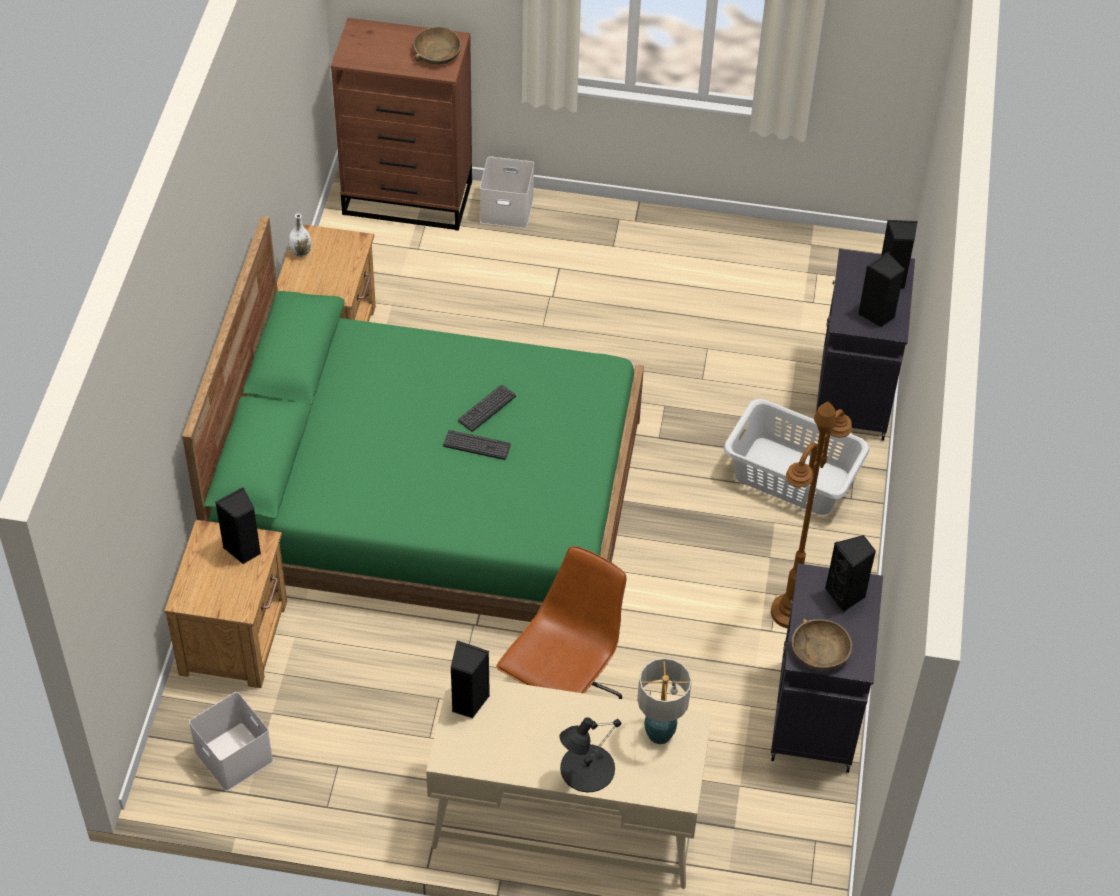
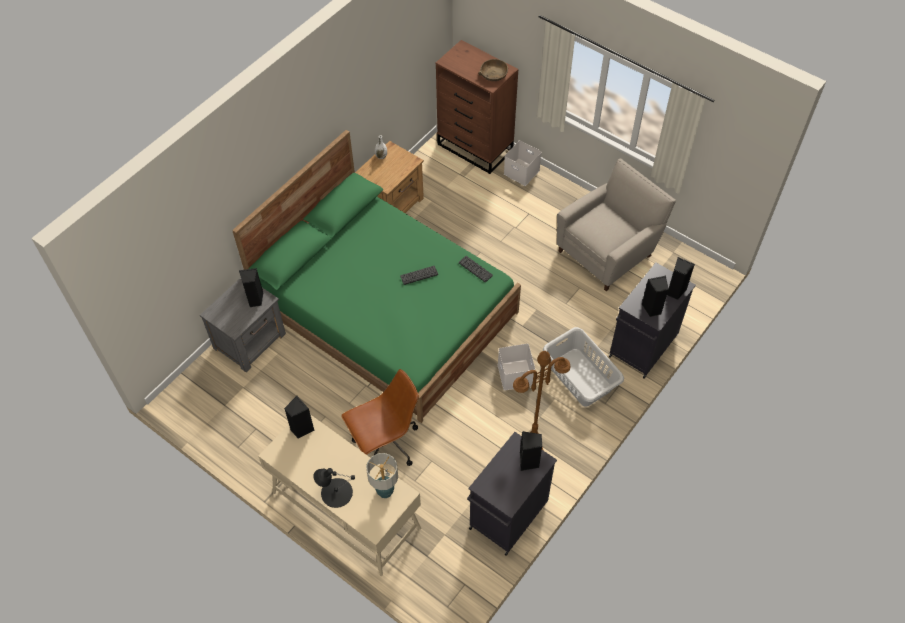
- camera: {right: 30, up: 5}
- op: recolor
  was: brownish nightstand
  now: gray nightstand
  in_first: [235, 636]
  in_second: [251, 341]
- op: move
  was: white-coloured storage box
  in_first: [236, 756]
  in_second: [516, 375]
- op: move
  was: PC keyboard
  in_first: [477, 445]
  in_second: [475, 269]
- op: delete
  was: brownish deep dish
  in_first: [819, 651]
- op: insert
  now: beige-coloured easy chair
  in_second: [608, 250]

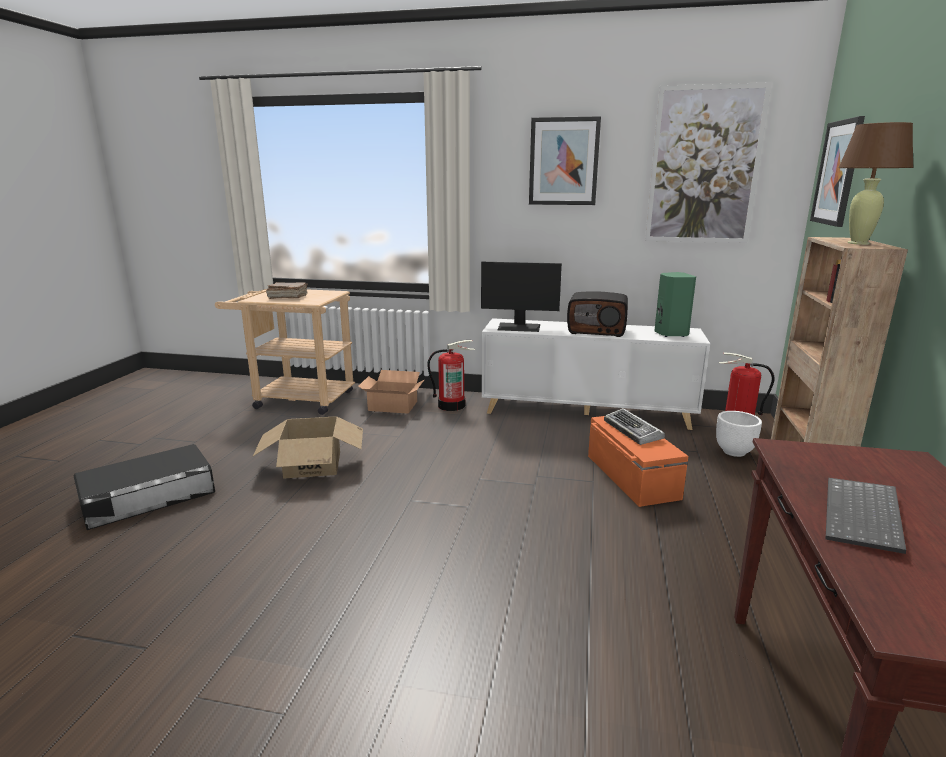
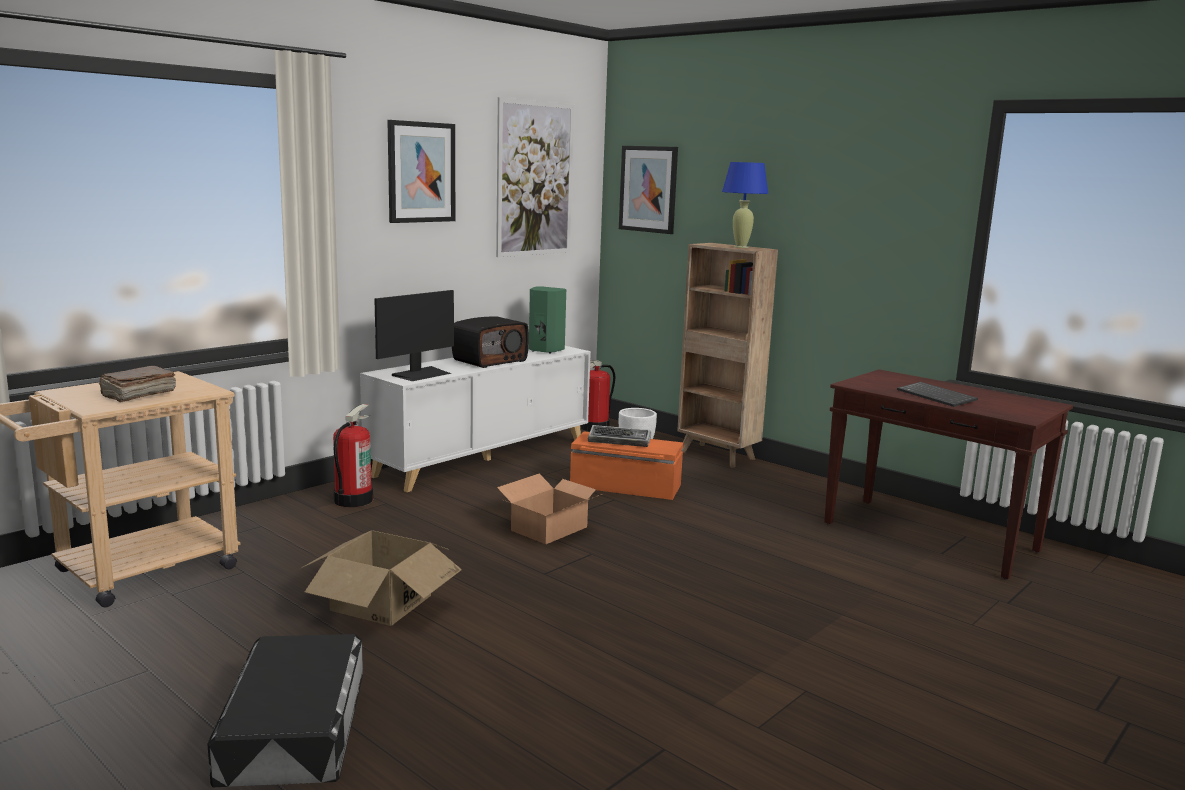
- camera: {right: -60, up: -5}
- op: move
  was: carton
  in_first: [393, 406]
  in_second: [550, 529]
- op: recolor
  was: brownish table lamp
  now: bluish table lamp
  in_first: [858, 243]
  in_second: [740, 247]

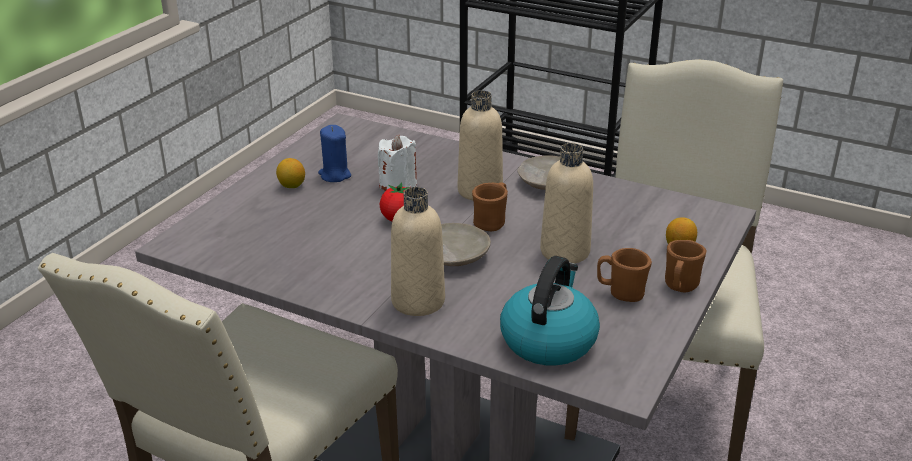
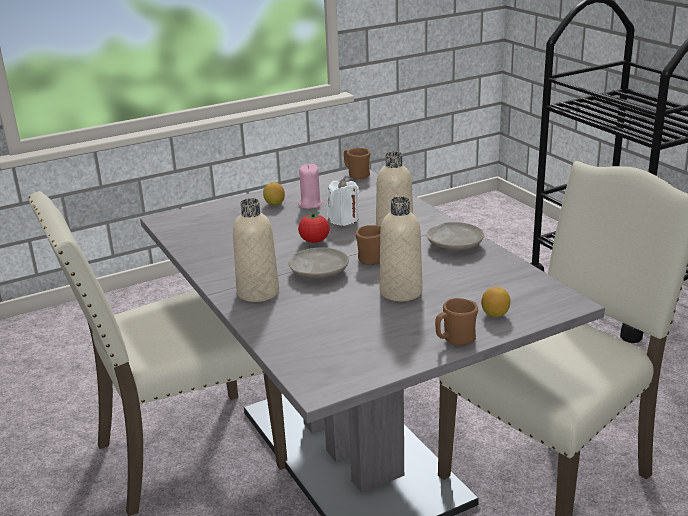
- camera: {right: 35, up: -5}
- op: recolor
  was: bluish wax candle
  now: pink-coloured wax candle
  in_first: [335, 175]
  in_second: [310, 204]
- op: delete
  was: tea kettle
  in_first: [548, 340]
- op: move
  was: brownish mug
  in_first: [621, 293]
  in_second: [356, 175]

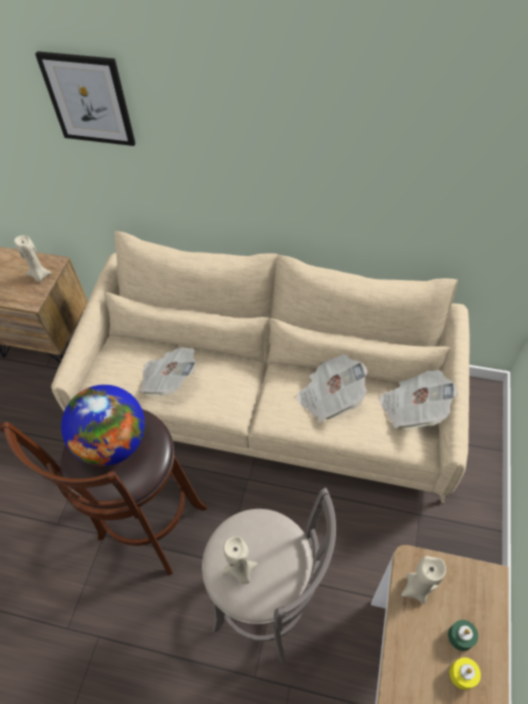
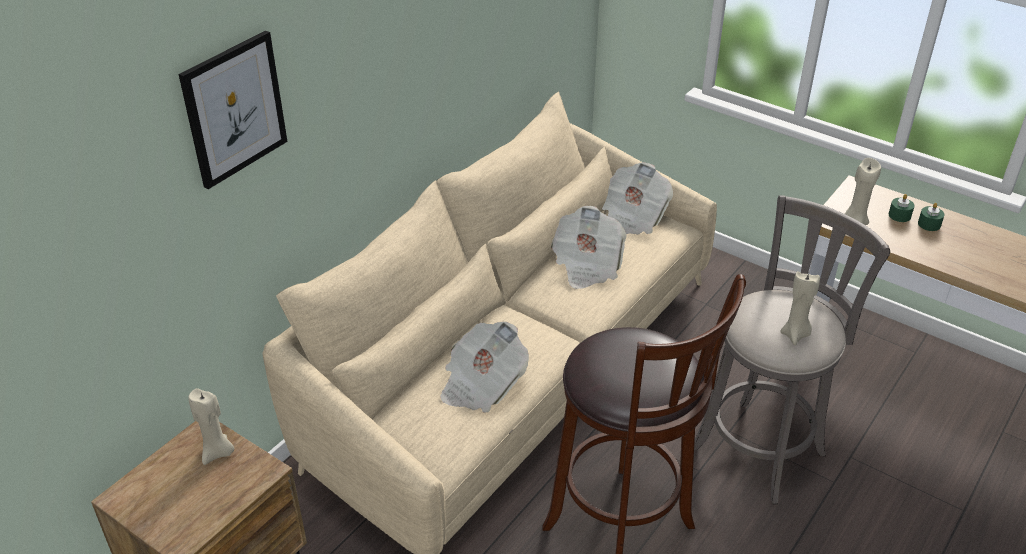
- camera: {right: -70, up: -15}
- op: delete
  was: desk globe
  in_first: [113, 443]
- op: recolor
  was: yellowish wax candle
  now: green wax candle
  in_first: [462, 674]
  in_second: [929, 224]

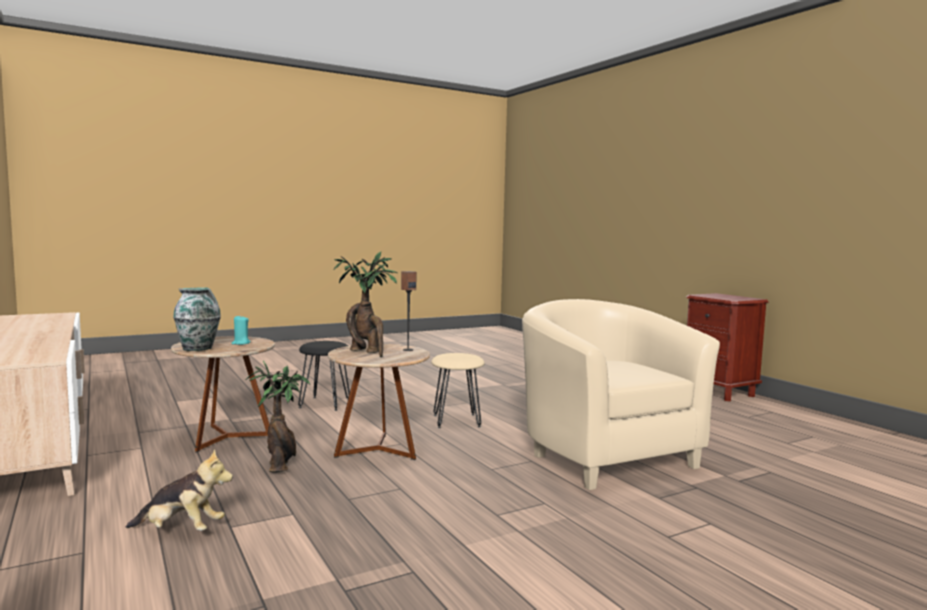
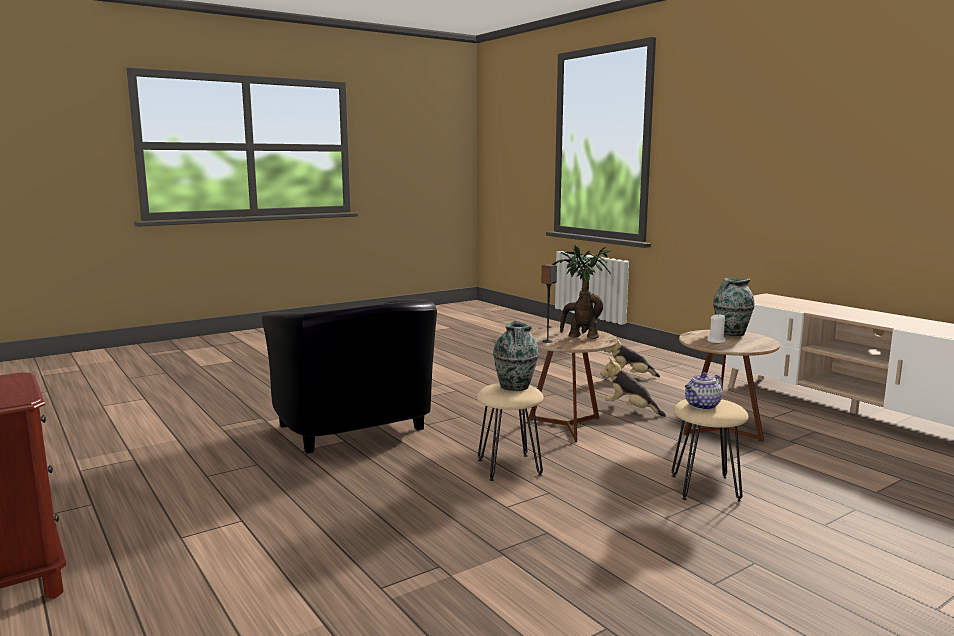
- camera: {right: 175, up: 5}
- op: recolor
  was: turquoise-coloured wax candle
  now: white-coloured wax candle
  in_first: [241, 343]
  in_second: [716, 341]
- op: replace
  was: plant in a pot
  now: cuddly toy
  in_first: [281, 466]
  in_second: [630, 410]
- op: recolor
  was: black-coloured stool
  now: beige-coloured stool
  in_first: [325, 403]
  in_second: [705, 488]
- op: recolor
  was: beige-coloured easy chair
  now: black-coloured easy chair
  in_first: [604, 455]
  in_second: [357, 432]
- op: insert
  now: decorative vase
  in_second: [515, 387]
- op: insert
  now: pot for tea
  in_second: [702, 406]

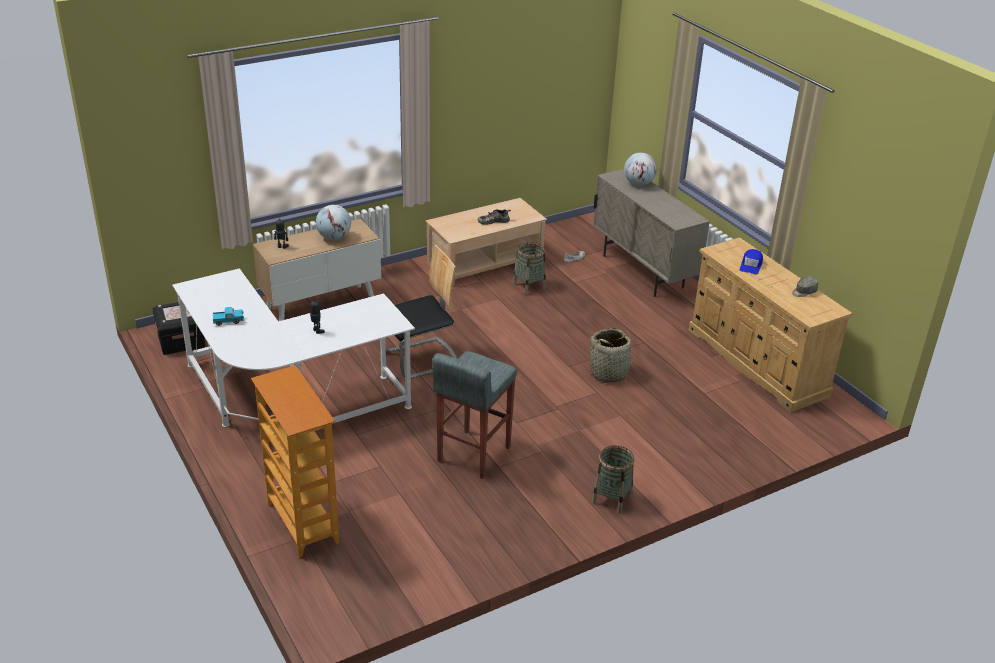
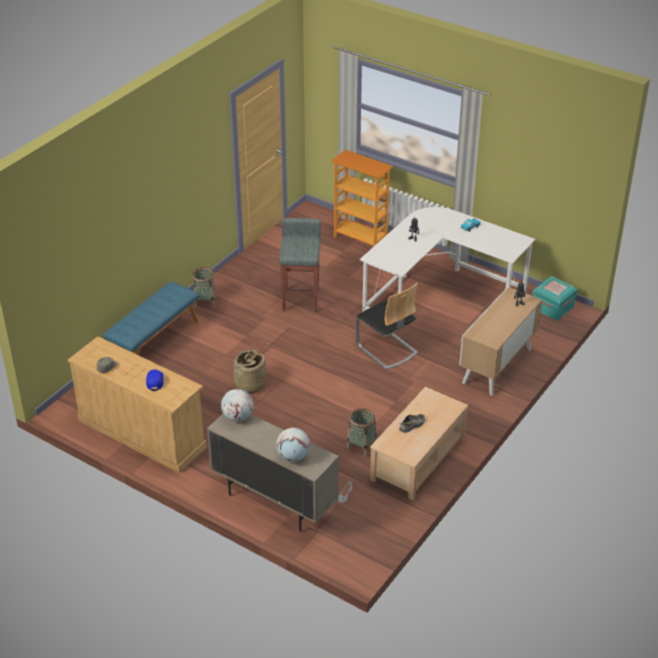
- camera: {right: 155, up: 5}
- op: recolor
  was: black-coloured storage box
  now: turquoise-coloured storage box
  in_first: [181, 340]
  in_second: [552, 307]
- op: move
  was: desk globe
  in_first: [334, 237]
  in_second: [238, 417]
- op: rotate
  was: plain chair
  in_first: [421, 359]
  in_second: [386, 349]
  clockwise: -75
- op: insert
  now: bluish indoor bench
  in_second: [154, 341]

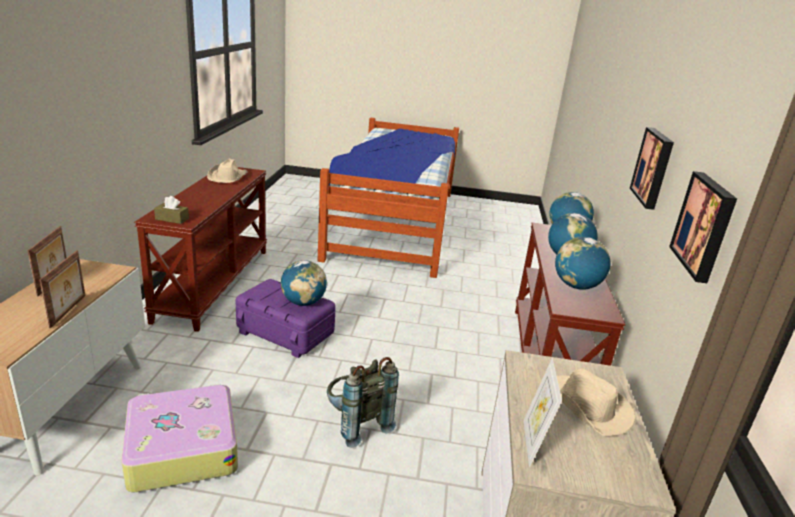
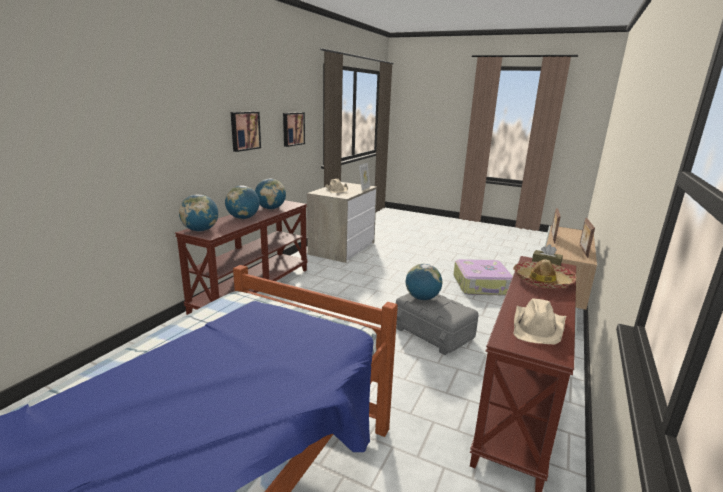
- camera: {right: -160, up: -5}
- op: recolor
  was: purple storage box
  now: gray storage box
  in_first: [286, 332]
  in_second: [433, 333]
- op: delete
  was: gray rucksack
  in_first: [356, 424]
- op: insert
  now: clothing hat
  in_second: [542, 281]

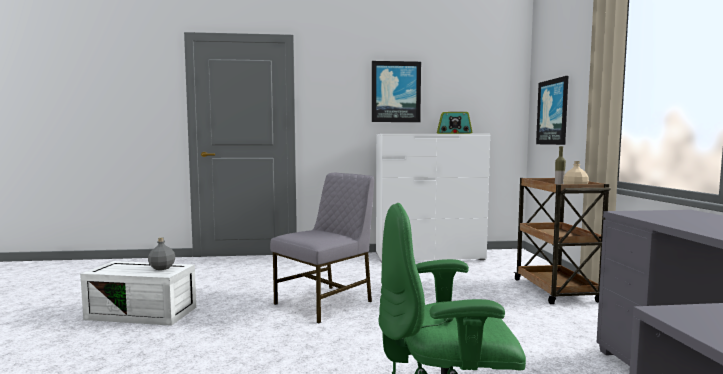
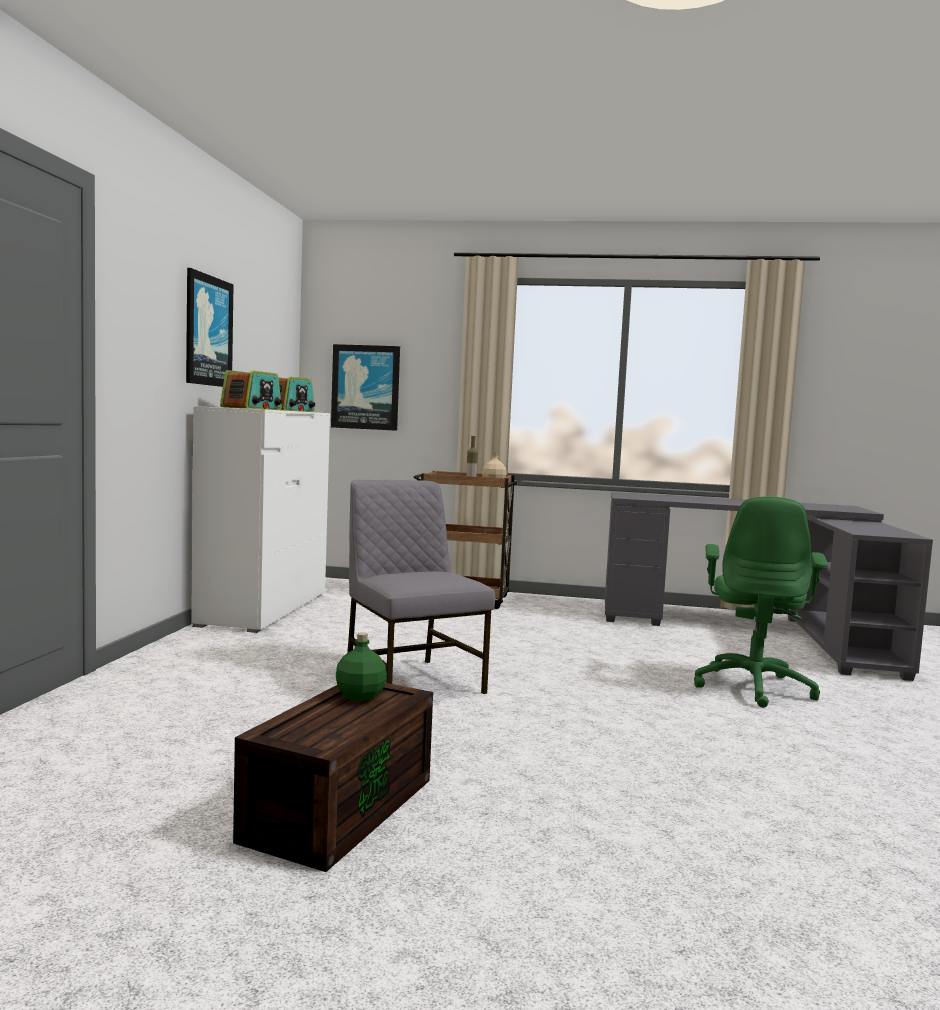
- camera: {right: -75, up: 0}
- op: recolor
  was: white-coloured storage box
  now: brownish storage box
  in_first: [144, 313]
  in_second: [339, 807]
- op: recolor
  was: gray drink bottle
  now: green drink bottle
  in_first: [162, 268]
  in_second: [360, 695]
- op: insert
  now: radio
  in_second: [252, 408]

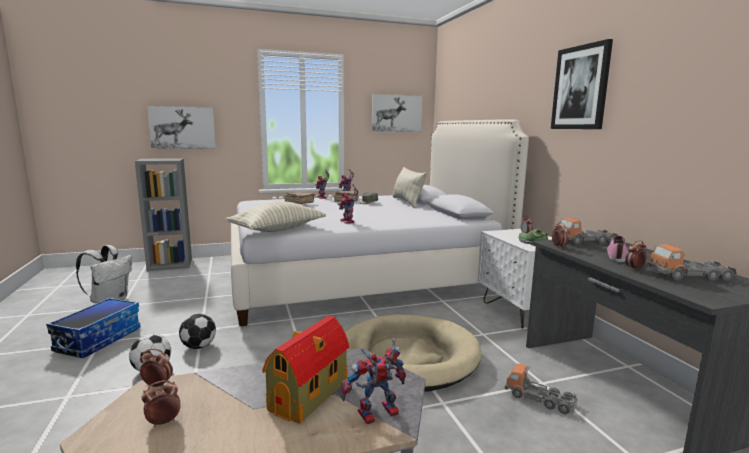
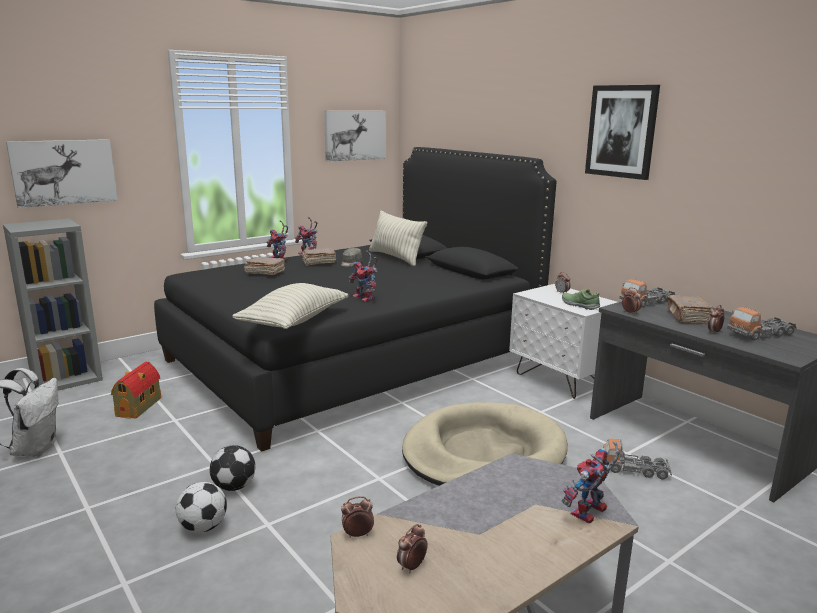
- camera: {right: -20, up: 5}
- op: delete
  was: storage box
  in_first: [98, 339]
- op: recolor
  was: white-coloured bed
  now: black-coloured bed
  in_first: [361, 276]
  in_second: [354, 359]
- op: move
  was: model house
  in_first: [310, 394]
  in_second: [139, 406]
- op: replace
  was: low shoe
  now: brownish bound book
  in_first: [617, 255]
  in_second: [688, 317]

